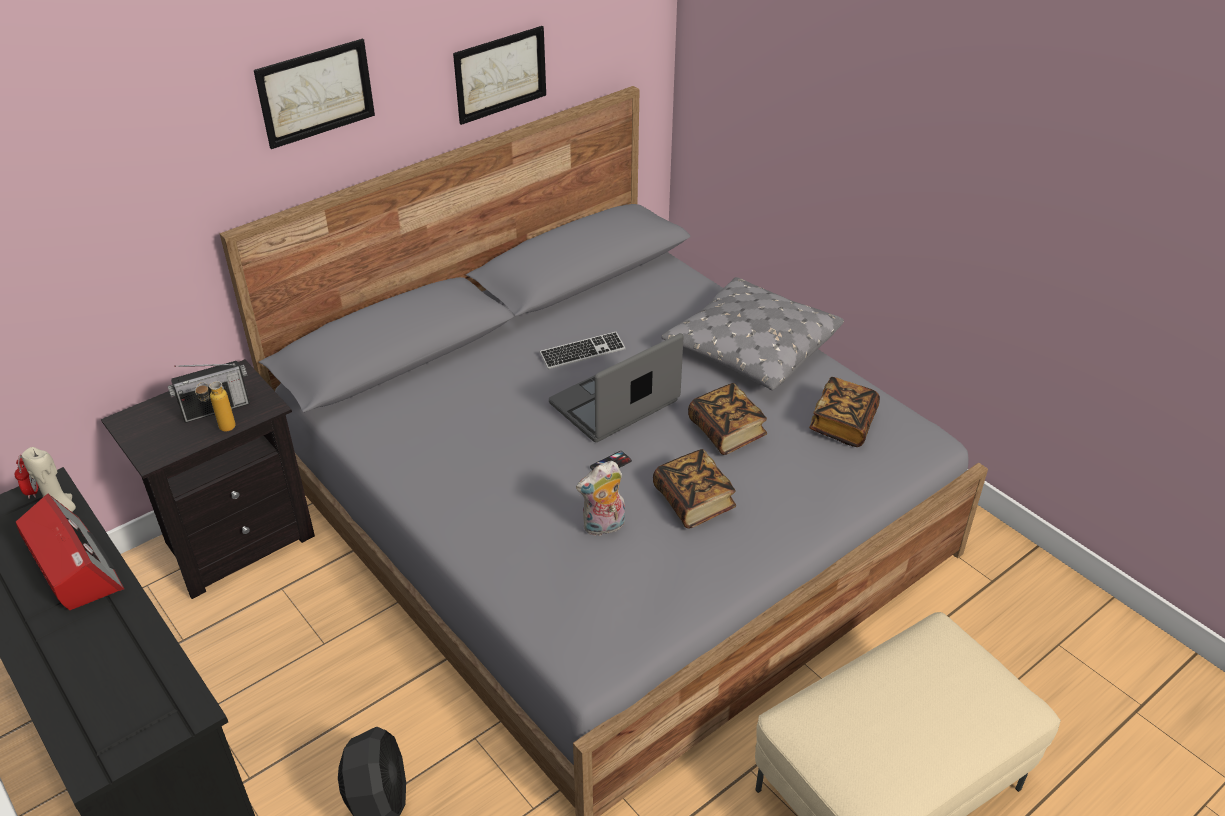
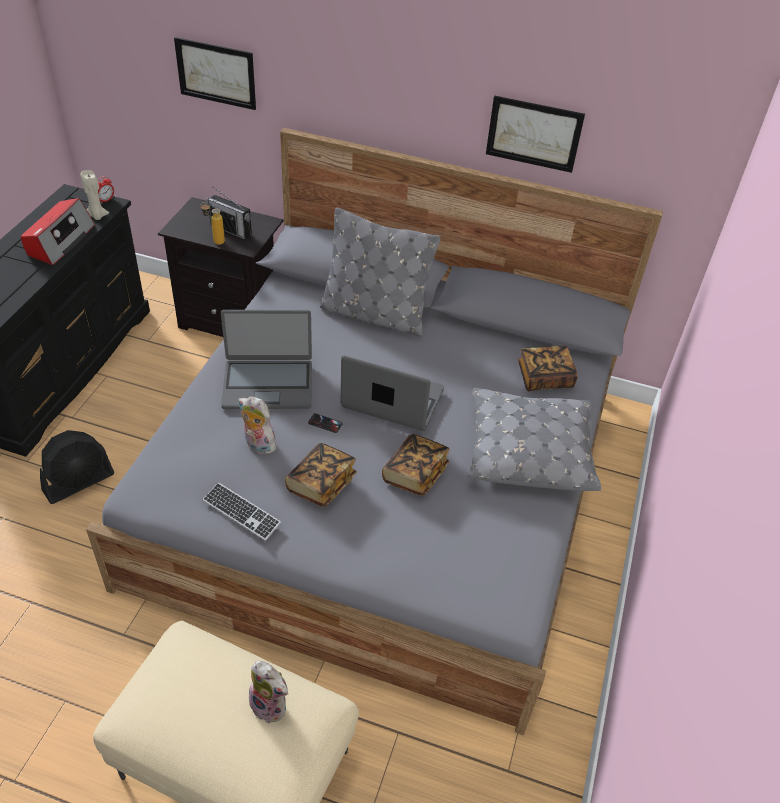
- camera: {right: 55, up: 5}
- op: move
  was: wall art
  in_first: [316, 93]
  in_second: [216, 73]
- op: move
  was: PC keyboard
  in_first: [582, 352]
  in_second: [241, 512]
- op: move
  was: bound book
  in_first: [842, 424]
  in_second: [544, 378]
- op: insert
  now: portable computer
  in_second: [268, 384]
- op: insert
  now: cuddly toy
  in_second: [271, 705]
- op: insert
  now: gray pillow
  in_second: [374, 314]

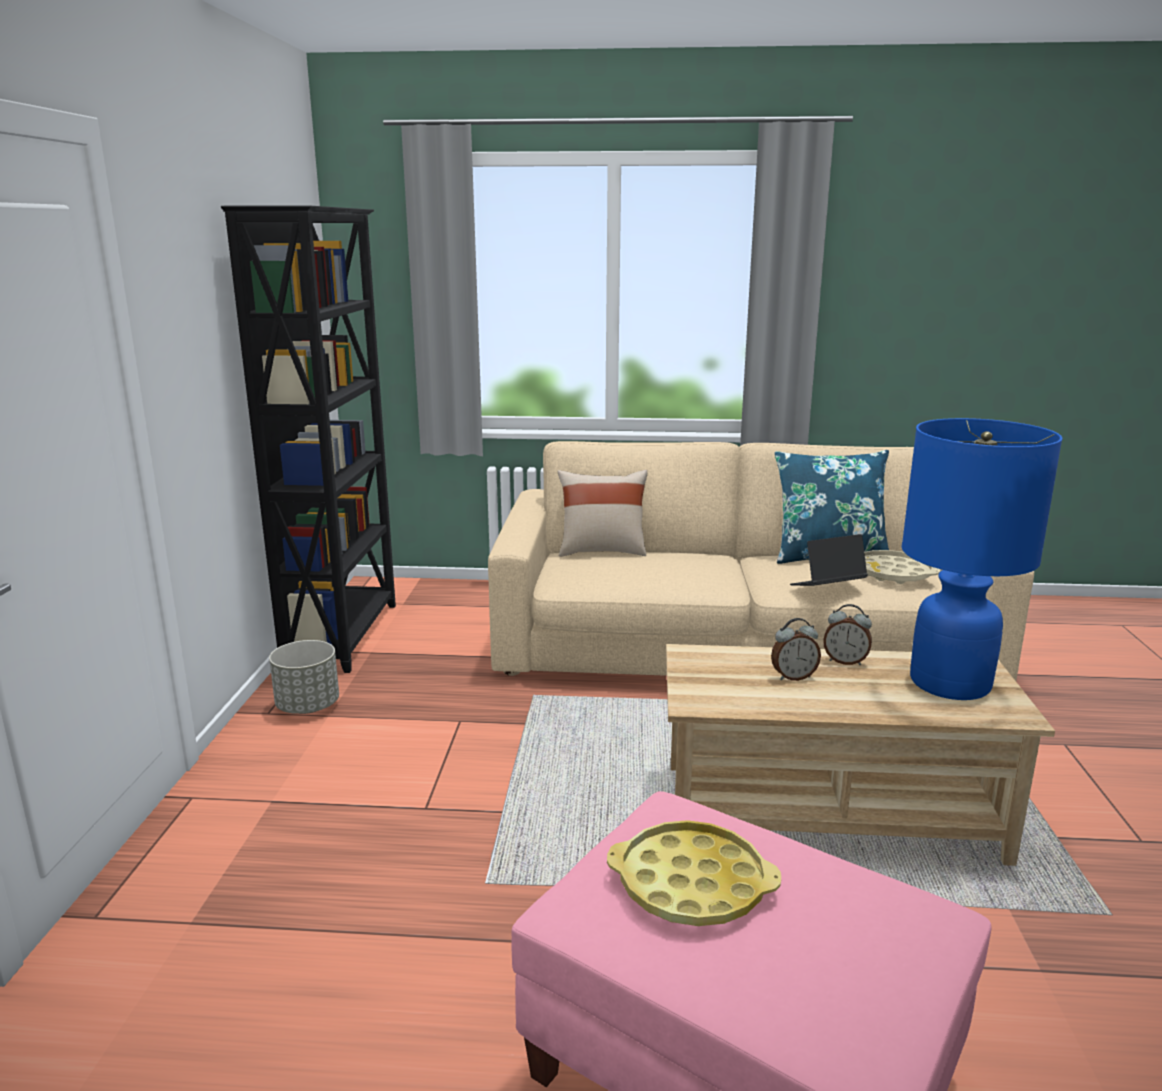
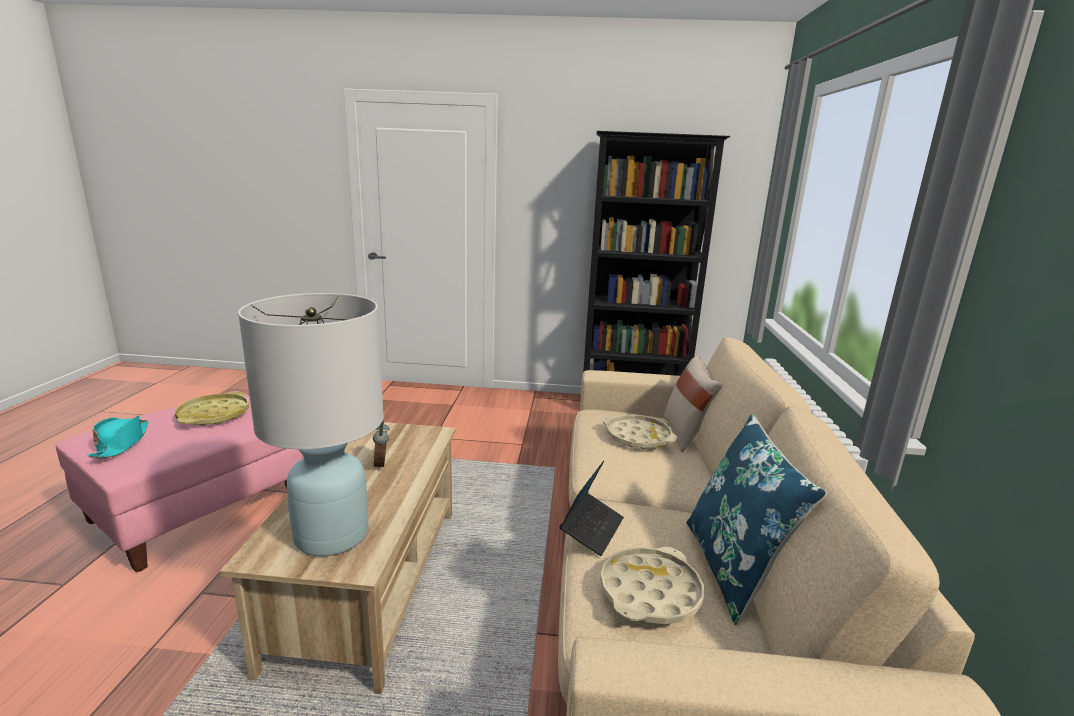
- camera: {right: 90, up: 0}
- op: delete
  was: gray plant pot
  in_first: [308, 706]
- op: rotate
  was: portable computer
  in_first: [827, 587]
  in_second: [592, 529]
  clockwise: 45
- op: delete
  was: alarm clock
  in_first: [845, 661]
- op: recolor
  was: bluish table lamp
  now: white-coloured table lamp
  in_first: [950, 683]
  in_second: [331, 535]
- op: insert
  now: turquoise-coloured clothing hat
  in_second: [121, 443]
- op: insert
  now: beige-coloured carrying tray
  in_second: [638, 437]

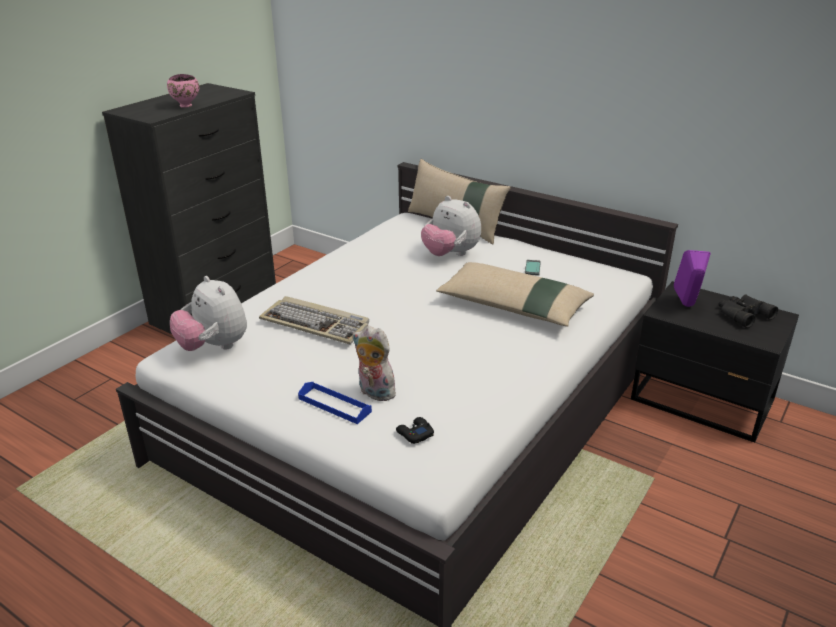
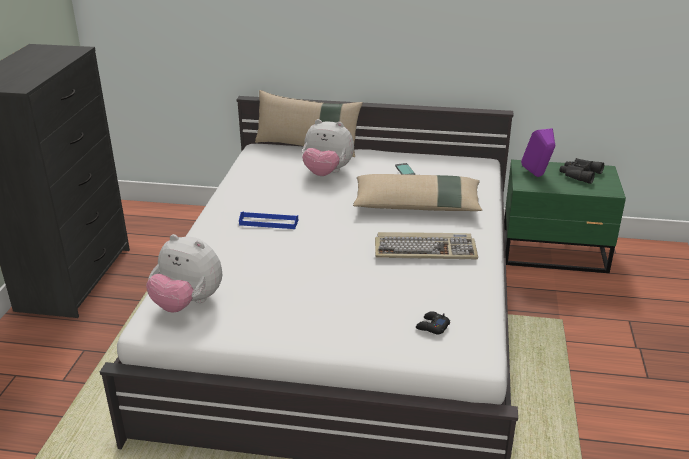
- camera: {right: -25, up: 0}
- op: delete
  was: pink-coloured deep dish
  in_first: [186, 106]
- op: move
  was: PC keyboard
  in_first: [316, 323]
  in_second: [425, 249]
- op: move
  was: bluish carrying tray
  in_first: [334, 405]
  in_second: [268, 222]
- op: delete
  was: cuddly toy
  in_first: [374, 393]
- op: recolor
  was: black-coloured nightstand
  now: green nightstand
  in_first: [703, 402]
  in_second: [555, 253]

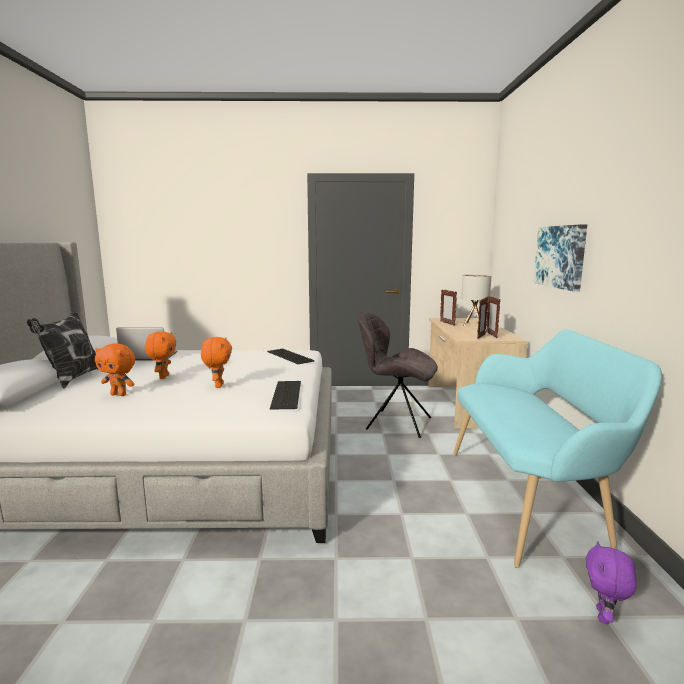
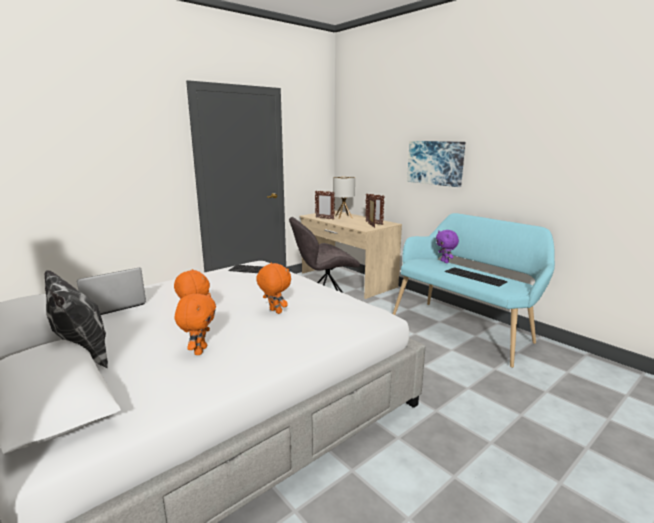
- camera: {right: -40, up: 5}
- op: rotate
  was: orange-coloured cuddly toy
  in_first: [119, 394]
  in_second: [199, 351]
  clockwise: -60
- op: move
  was: PC keyboard
  in_first: [285, 394]
  in_second: [473, 277]
- op: move
  was: purple cuddly toy
  in_first: [604, 617]
  in_second: [445, 262]

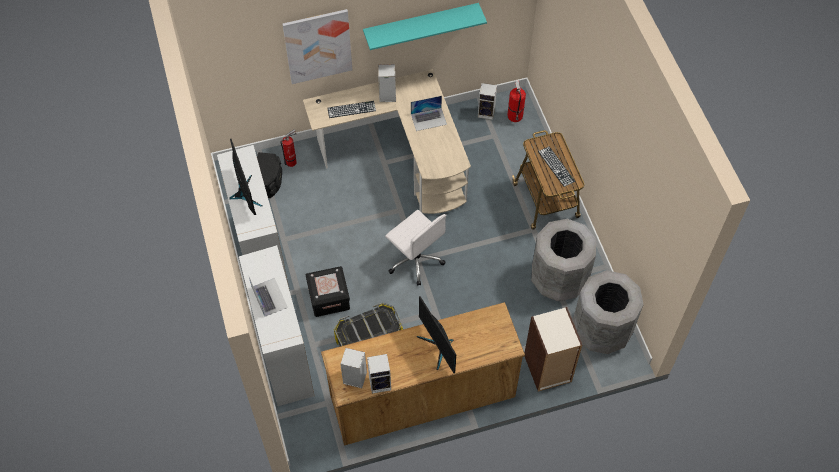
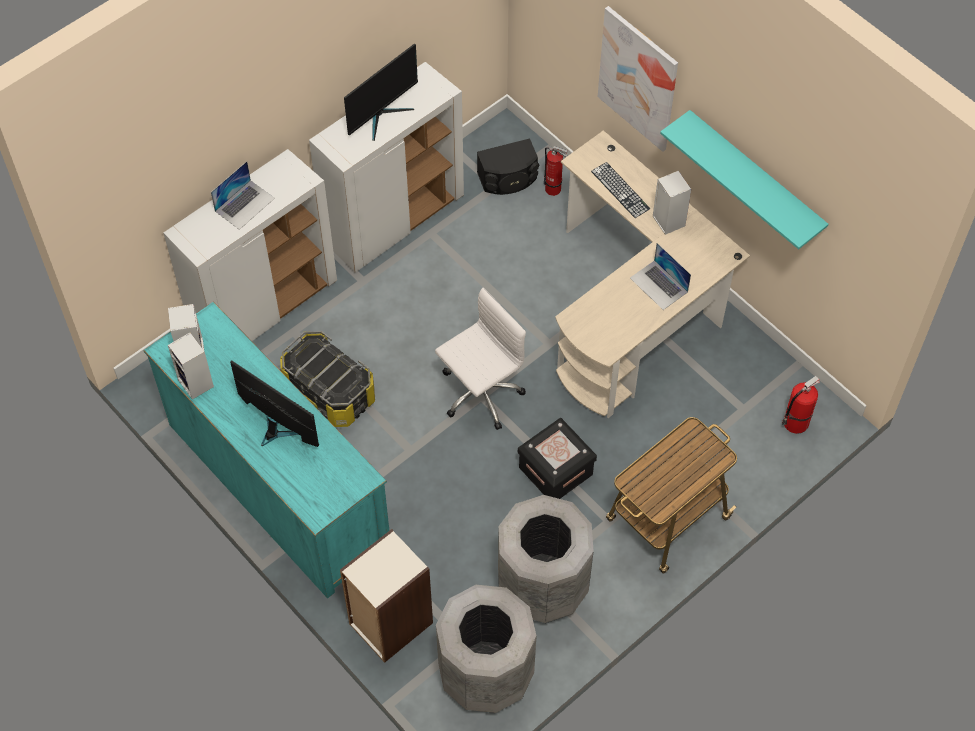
- camera: {right: 65, up: 0}
- op: move
  was: black-coloured storage box
  in_first: [329, 298]
  in_second: [555, 470]
- op: recolor
  was: brownish dresser
  now: turquoise-coloured dresser
  in_first: [422, 396]
  in_second: [278, 485]
- op: rotate
  was: white-coloured computer chair
  in_first: [415, 260]
  in_second: [479, 394]
  clockwise: -150
- op: rotate
  was: monitor
  in_first: [438, 348]
  in_second: [277, 428]
  clockwise: 90
- op: delete
  was: audio speaker
  in_first: [487, 112]
- op: delete
  was: PC keyboard
  in_first: [556, 166]

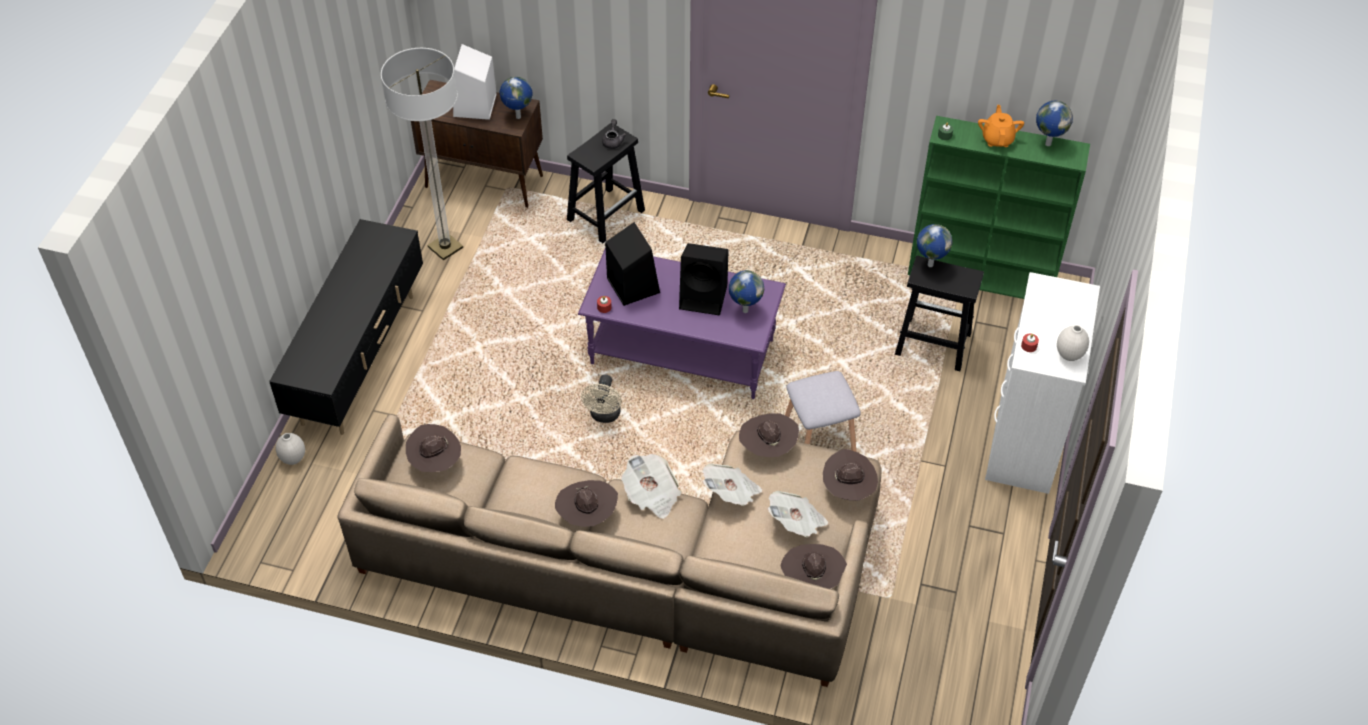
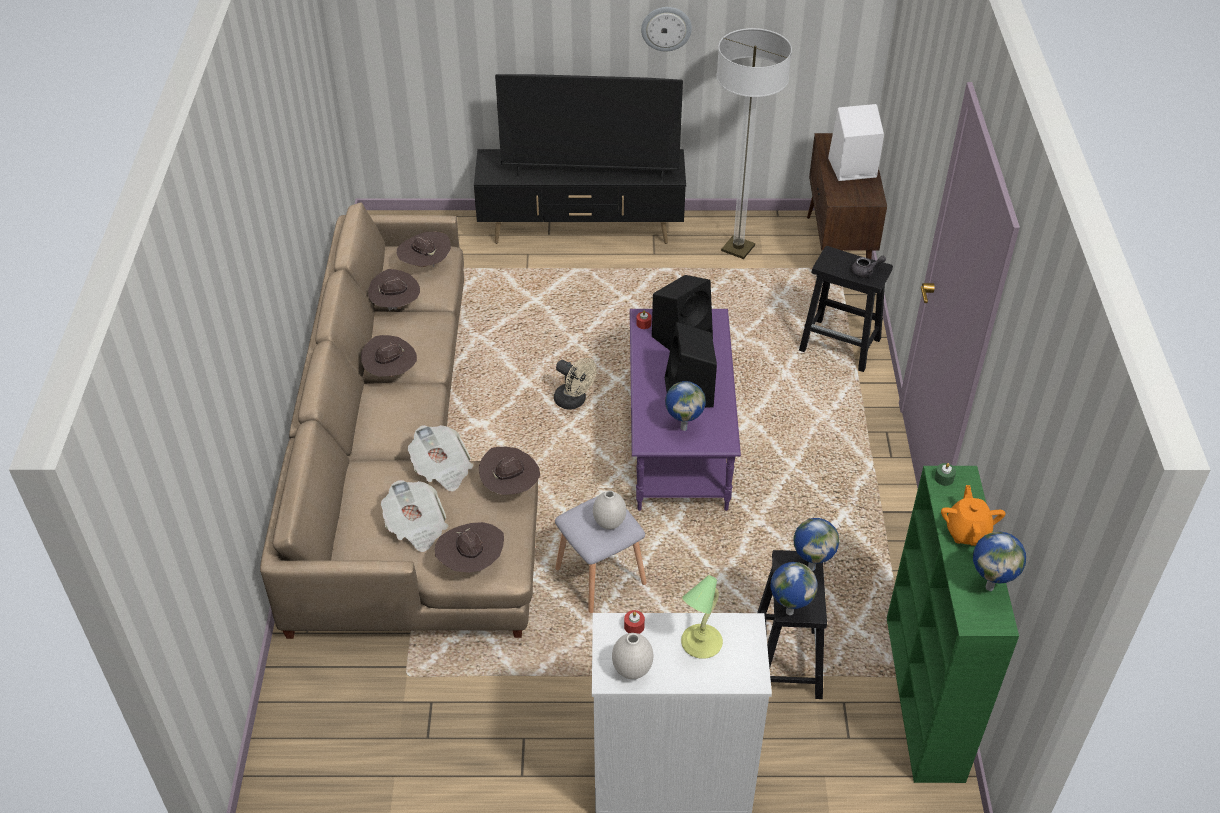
- camera: {right: 75, up: -5}
- op: move
  was: white-coloured decorative vase
  in_first: [293, 459]
  in_second: [609, 523]
- op: move
  was: desk globe
  in_first: [517, 117]
  in_second: [788, 611]
- op: rotate
  was: beige-coloured electric fan
  in_first: [604, 416]
  in_second: [574, 401]
  clockwise: -135
- op: delete
  was: daily paper
  in_first: [652, 495]
- op: move
  was: brownish clothing hat
  in_first: [812, 579]
  in_second: [396, 306]
- op: rotate
  was: orange-coloured pot for tea
  in_first: [997, 139]
  in_second: [967, 532]
  clockwise: -75
- op: insert
  now: television
  in_second: [590, 174]
- op: insert
  now: hanging clock
  in_second: [666, 28]
- op: insert
  now: table lamp
  in_second: [700, 643]

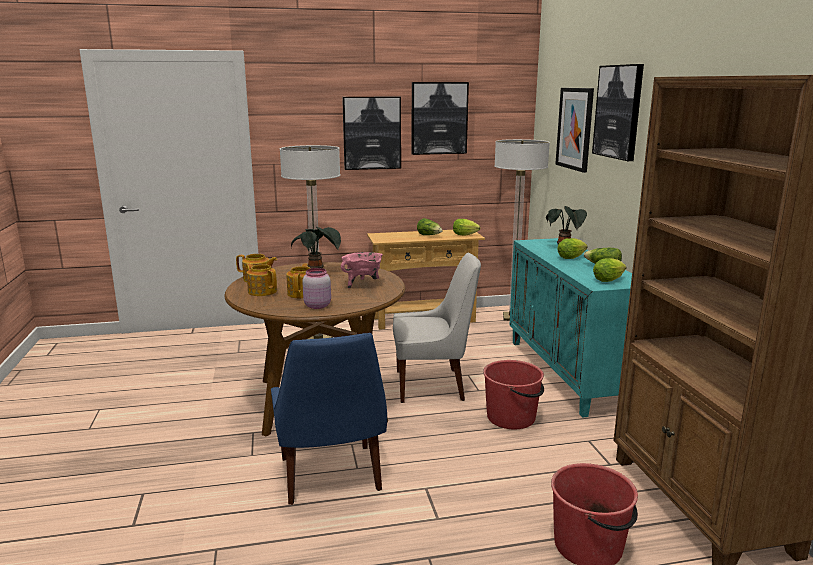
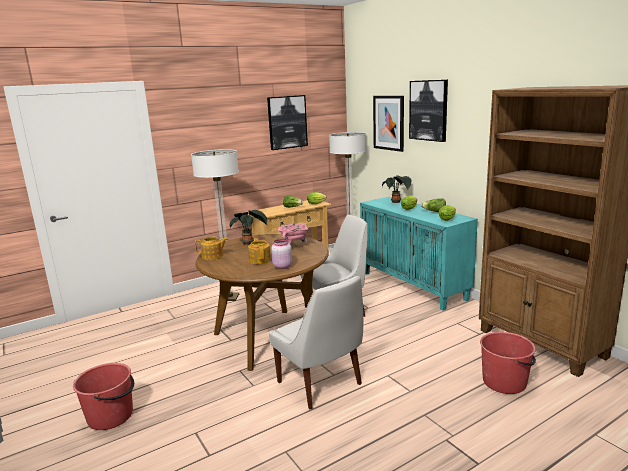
- camera: {right: -20, up: 0}
- op: delete
  was: pot for tea
  in_first: [262, 291]
- op: recolor
  was: bluish plain chair
  now: white-coloured plain chair
  in_first: [330, 477]
  in_second: [321, 385]
- op: delete
  was: wall art
  in_first: [372, 133]
- op: move
  was: reddish water bucket
  in_first: [512, 417]
  in_second: [111, 416]

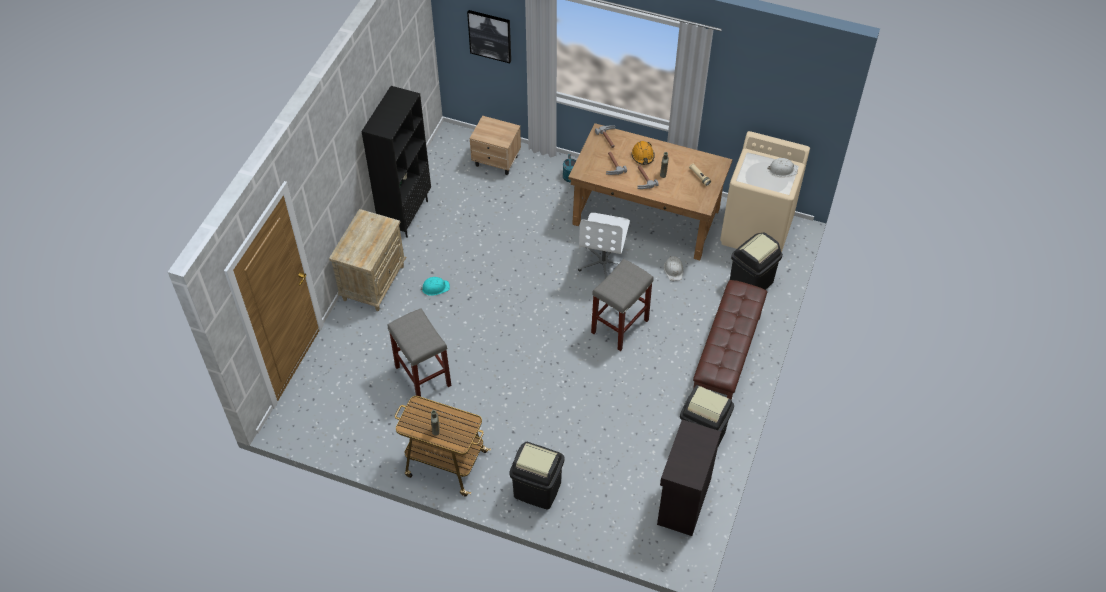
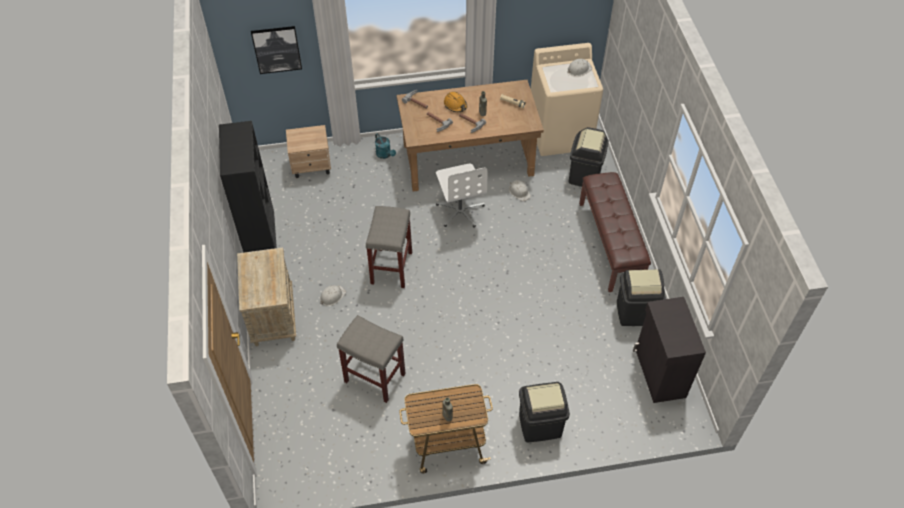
- camera: {right: -30, up: 0}
- op: recolor
  was: turquoise-coloured hard hat
  now: white-coloured hard hat
  in_first: [435, 287]
  in_second: [332, 296]
- op: move
  was: gray stool
  in_first: [619, 327]
  in_second: [391, 268]

